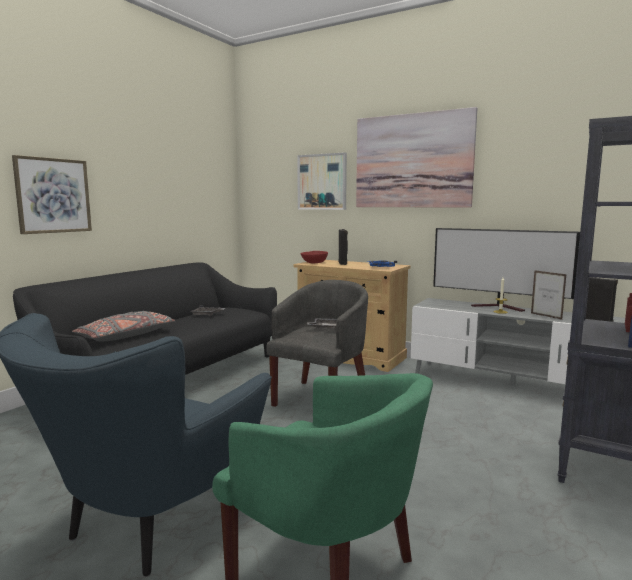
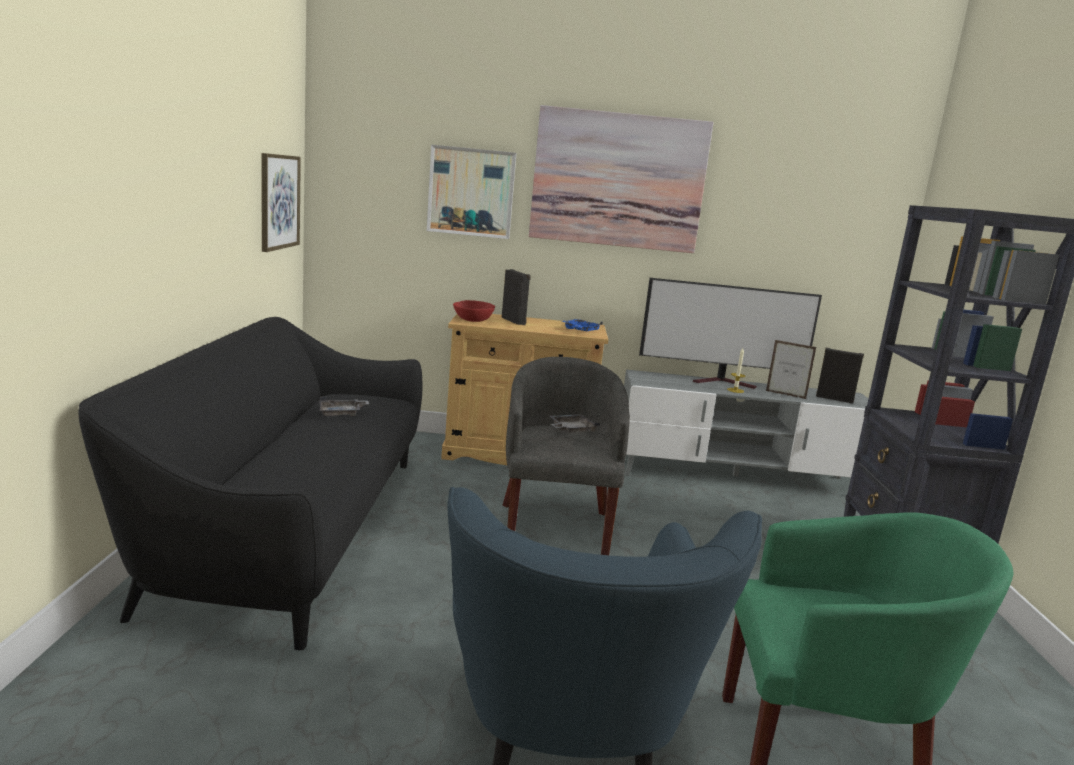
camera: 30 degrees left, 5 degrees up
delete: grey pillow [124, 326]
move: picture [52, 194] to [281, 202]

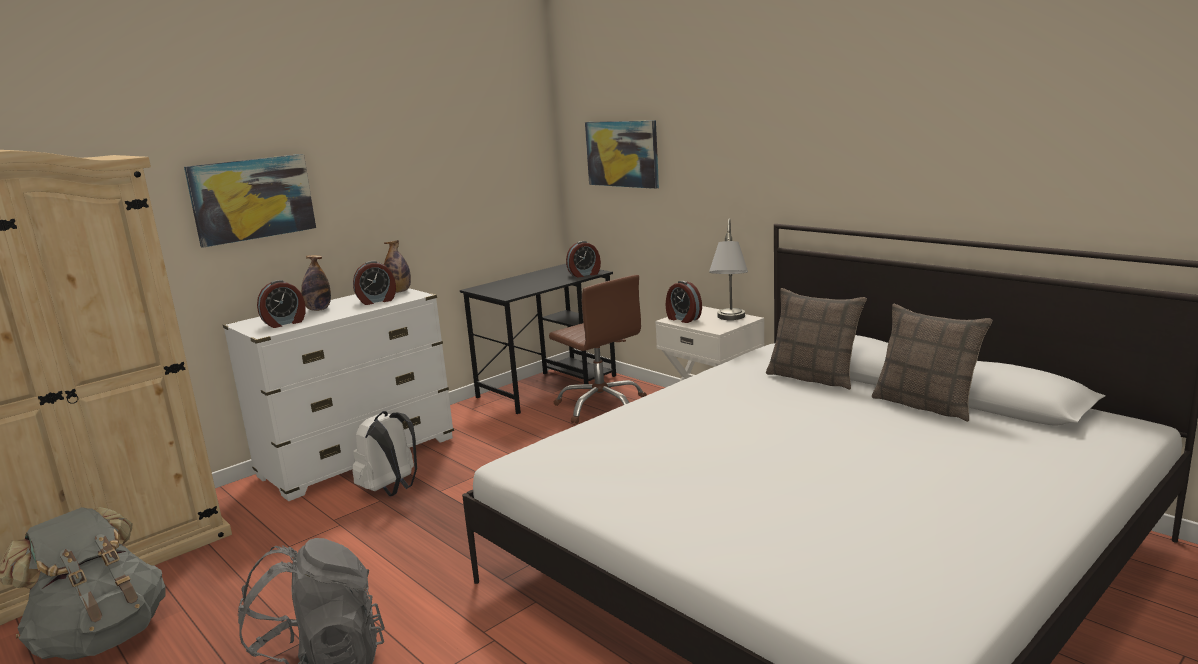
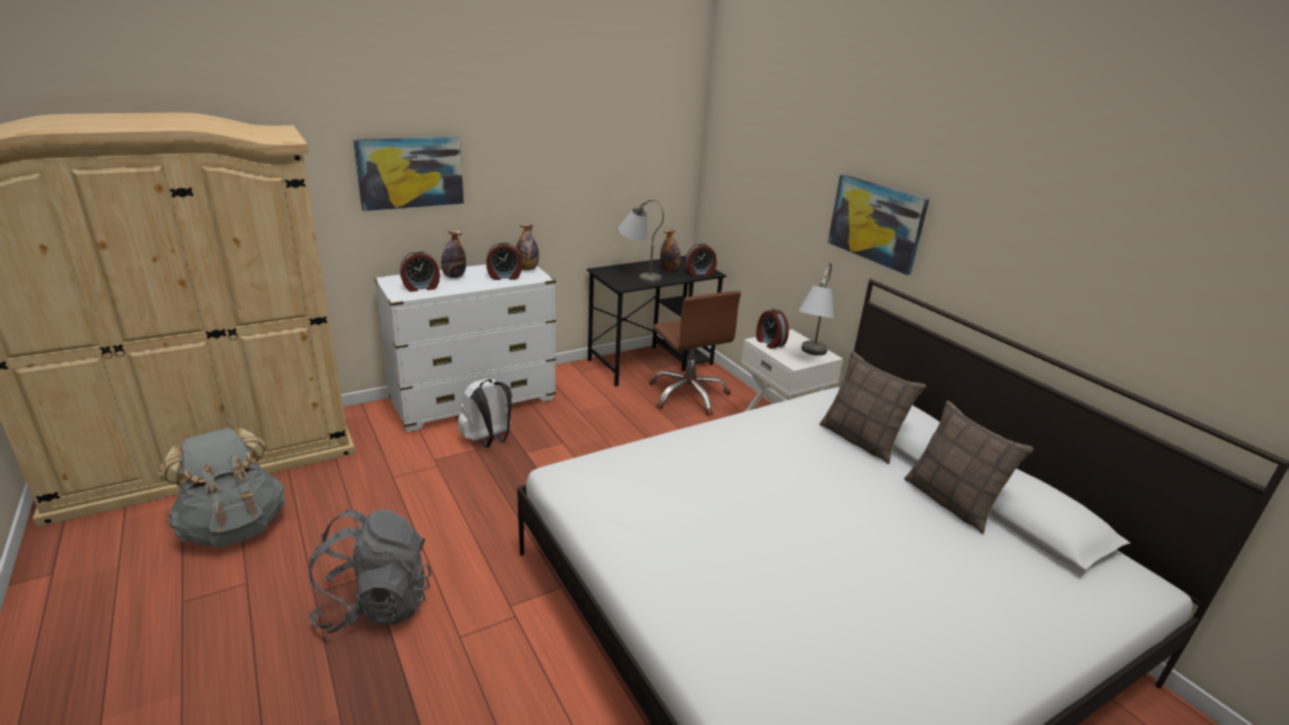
camera: 10 degrees right, 10 degrees up
insert: grey table lamp [641, 242]; bottle [670, 249]
move: picture [622, 154] to [878, 224]

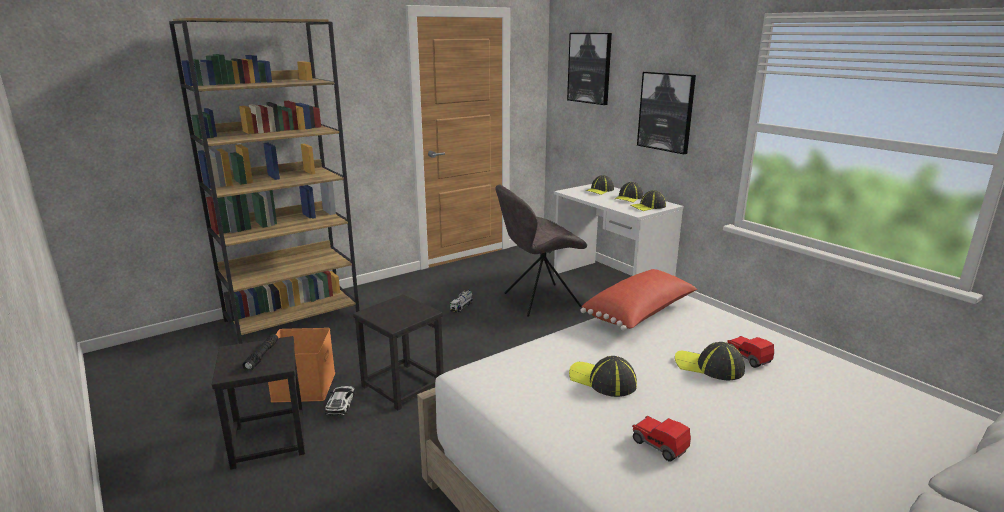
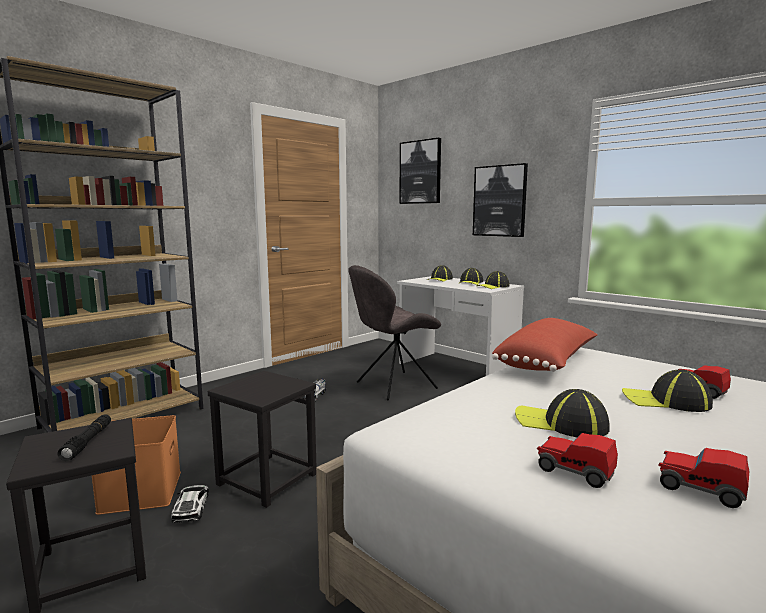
camera: 10 degrees left, 10 degrees down
insert: toy car [577, 460]

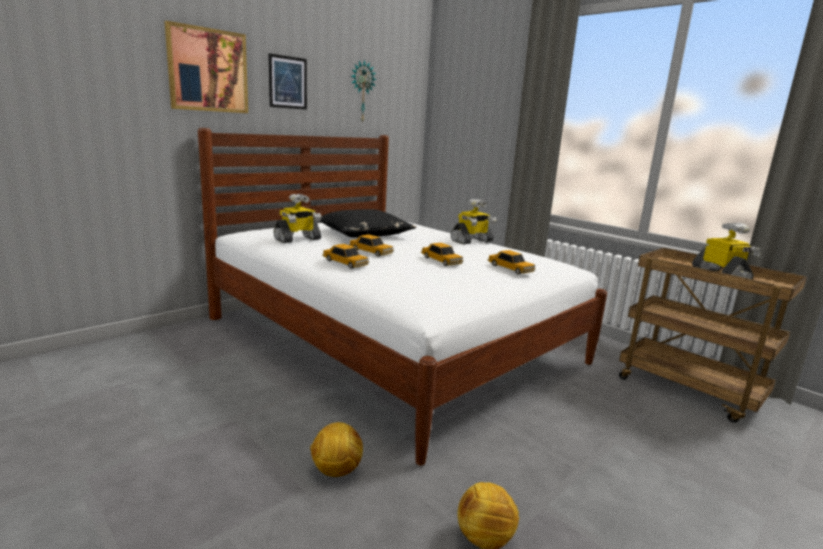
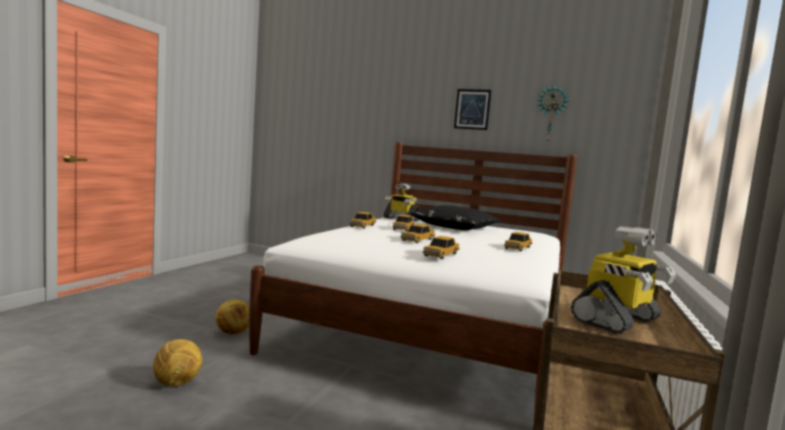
camera: 65 degrees right, 10 degrees down
delete: picture [206, 67]
replace: toy robot [473, 221] to toy car [518, 241]

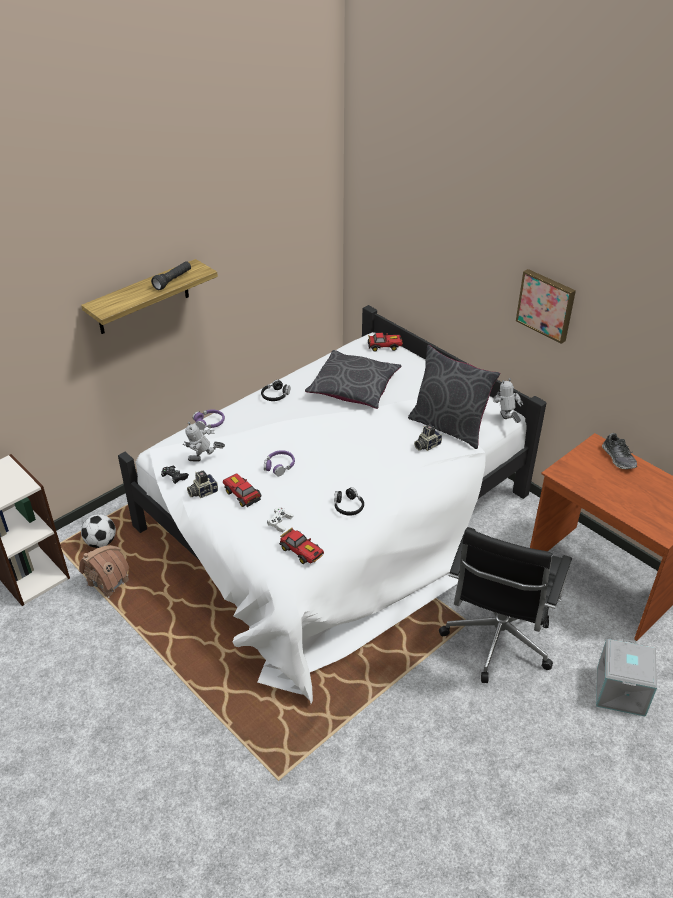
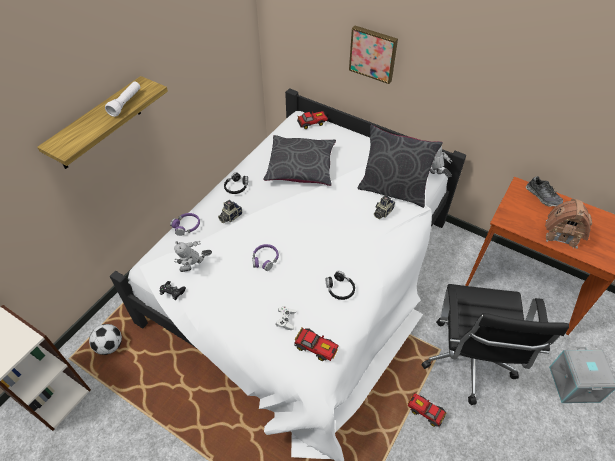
camera: 15 degrees left, 10 degrees up
move: toy house [104, 571] to [568, 224]; photo camera [202, 484] to [230, 211]; toy car [242, 490] to [427, 410]; picture [546, 306] to [373, 55]
recolor: black flashlight [171, 275] to white flashlight [123, 99]

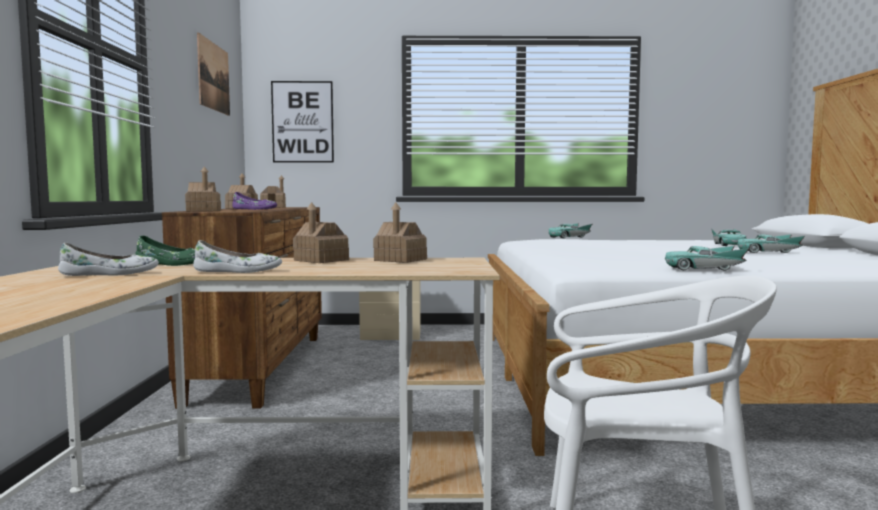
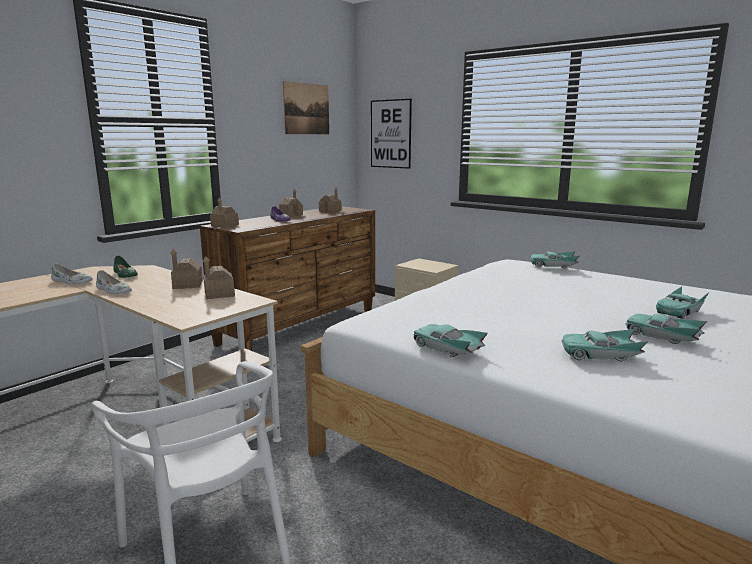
camera: 40 degrees right, 10 degrees up
insert: turquoise toy car [605, 345]

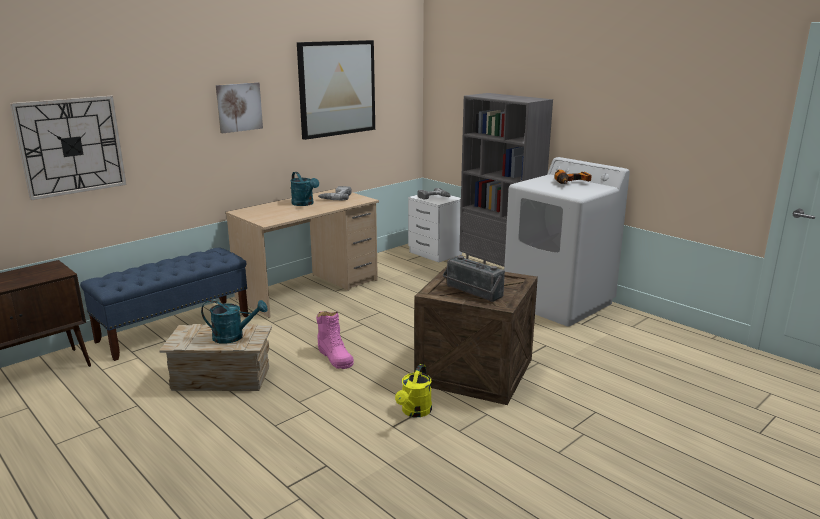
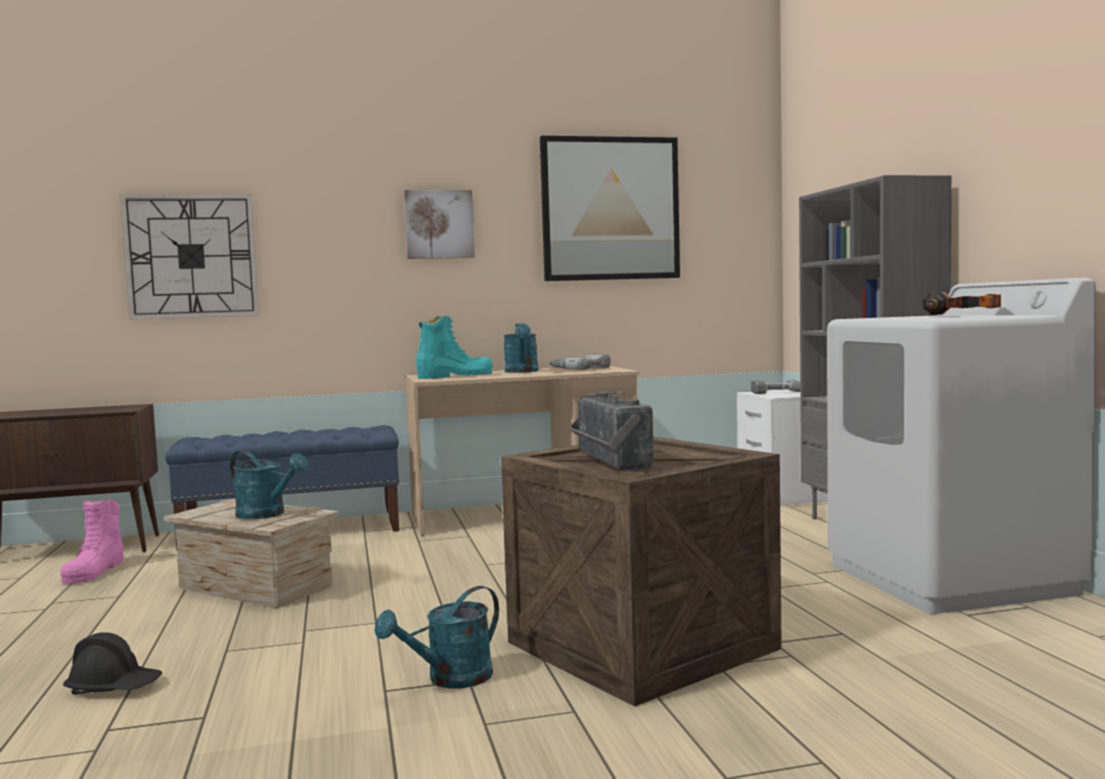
camera: 30 degrees right, 15 degrees down
insert: black hard hat [112, 663]; turquoise boot [454, 347]
move: pink boot [335, 340] to [92, 541]
recolor: yellow watering can [413, 390] to turquoise watering can [437, 637]

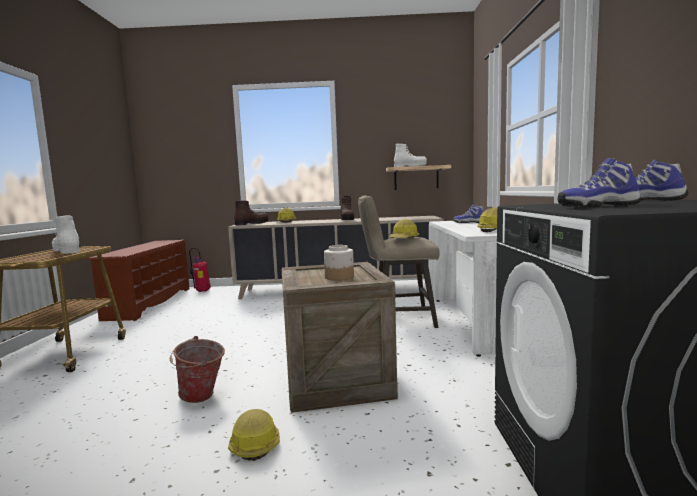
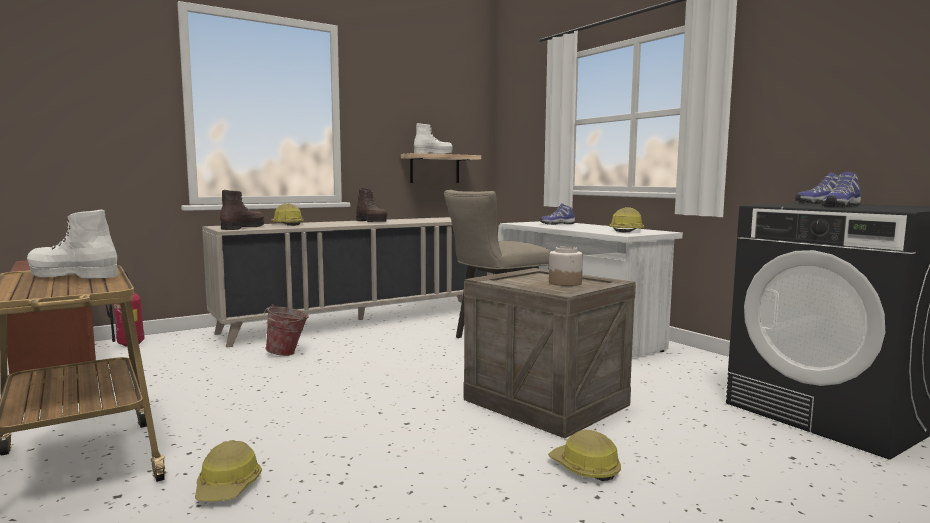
camera: 35 degrees left, 0 degrees up
move: bucket [197, 369] to [286, 330]; hard hat [404, 228] to [228, 470]

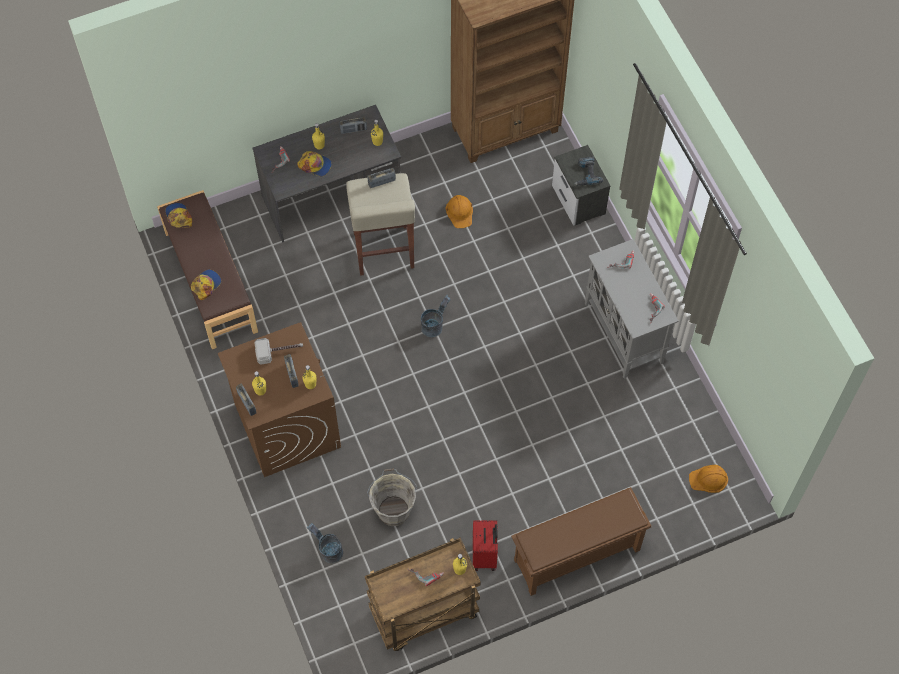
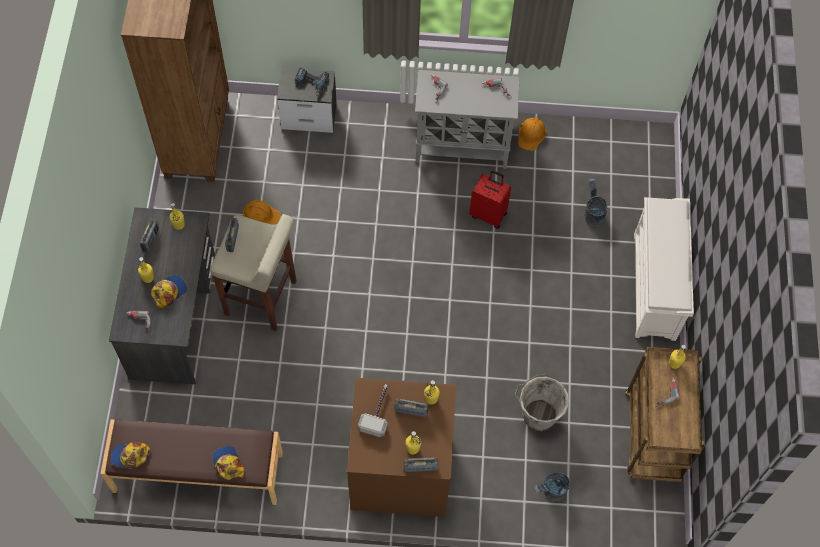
camera: 65 degrees left, 0 degrees up
move: grey bucket [436, 316] to [595, 202]; red suitcase [485, 545] to [490, 199]; orange hard hat [708, 479] to [532, 134]
recolor: brown shoe rack [581, 541] to white shoe rack [664, 269]

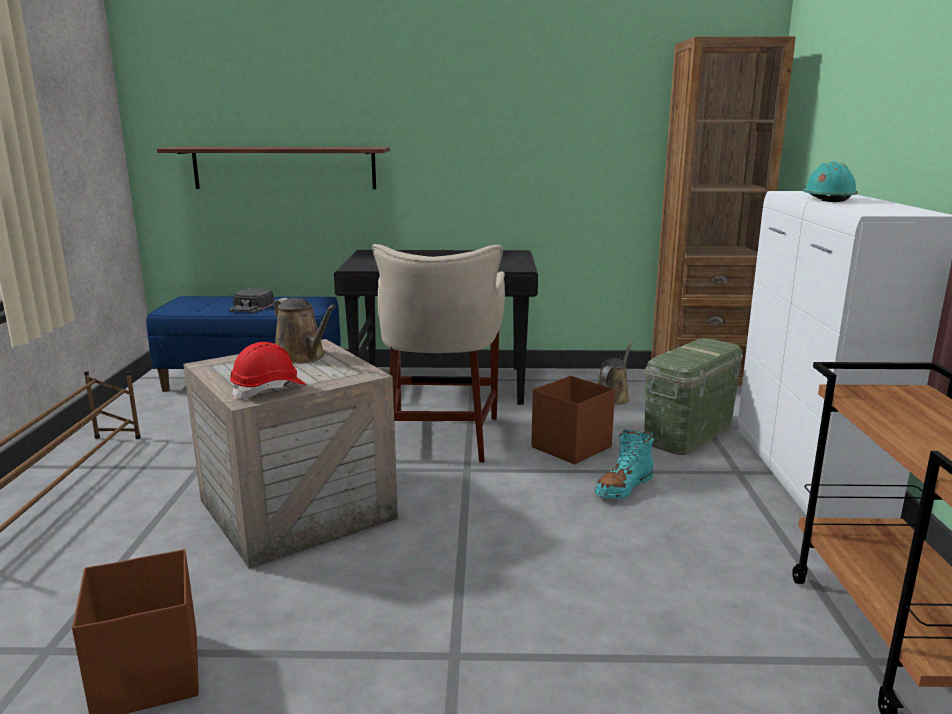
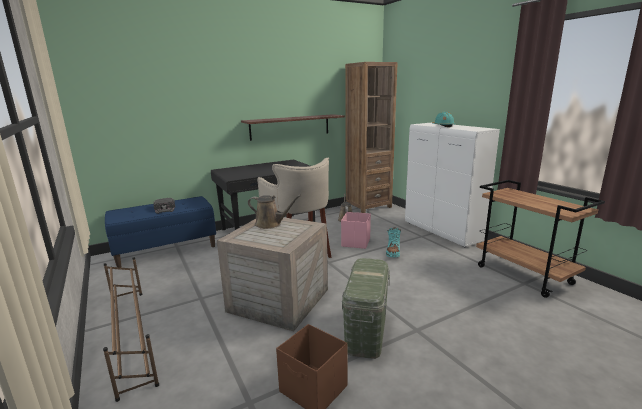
camera: 30 degrees left, 0 degrees up
delete: red hard hat [268, 370]
move: shelf [273, 168] to [293, 127]; green storage box [693, 396] to [366, 308]
recolor: brown storage box [573, 420] to pink storage box [356, 230]

